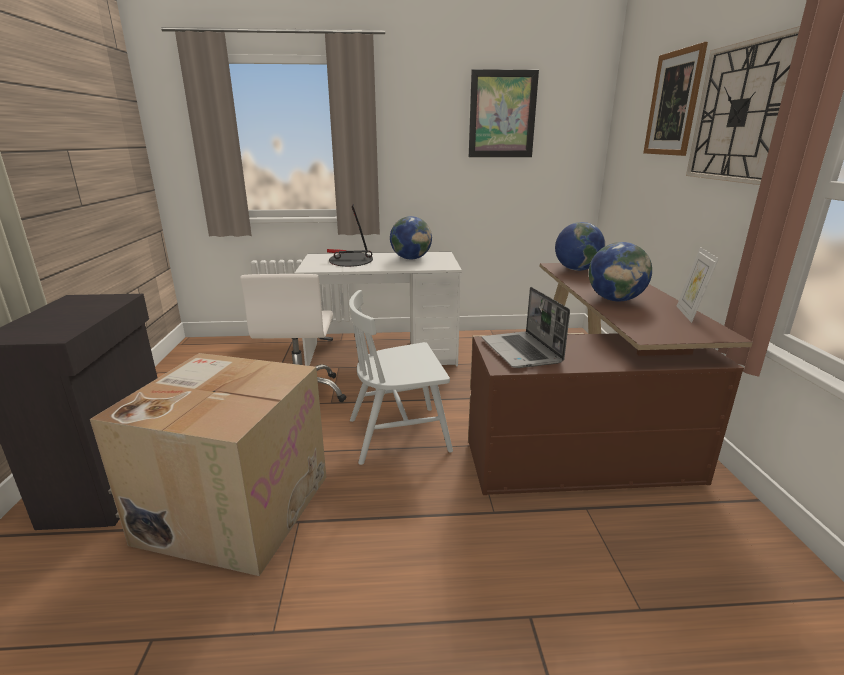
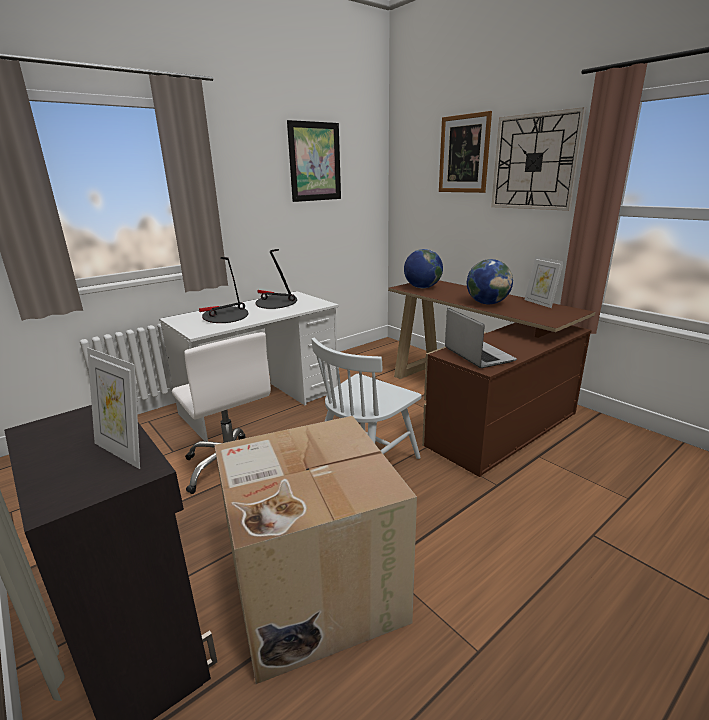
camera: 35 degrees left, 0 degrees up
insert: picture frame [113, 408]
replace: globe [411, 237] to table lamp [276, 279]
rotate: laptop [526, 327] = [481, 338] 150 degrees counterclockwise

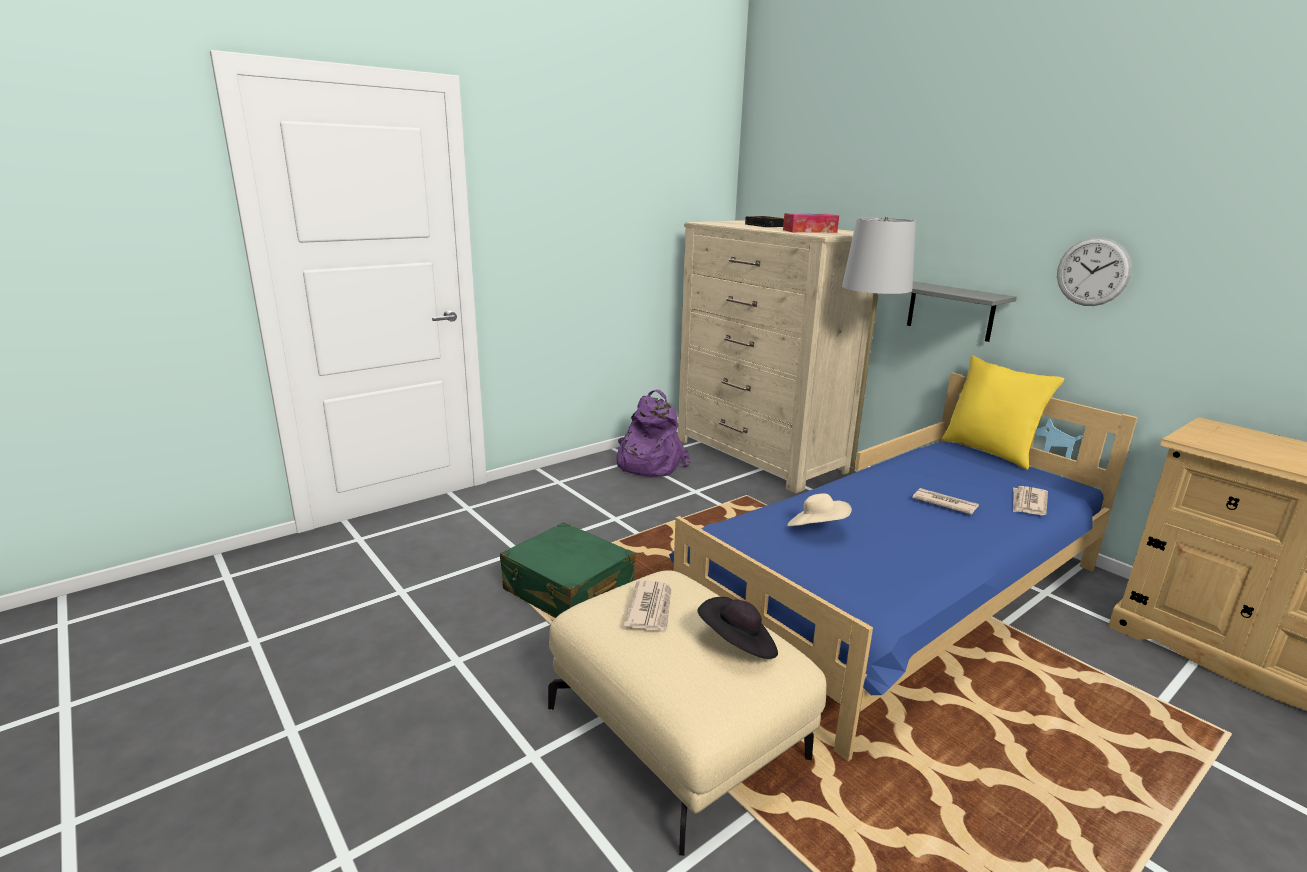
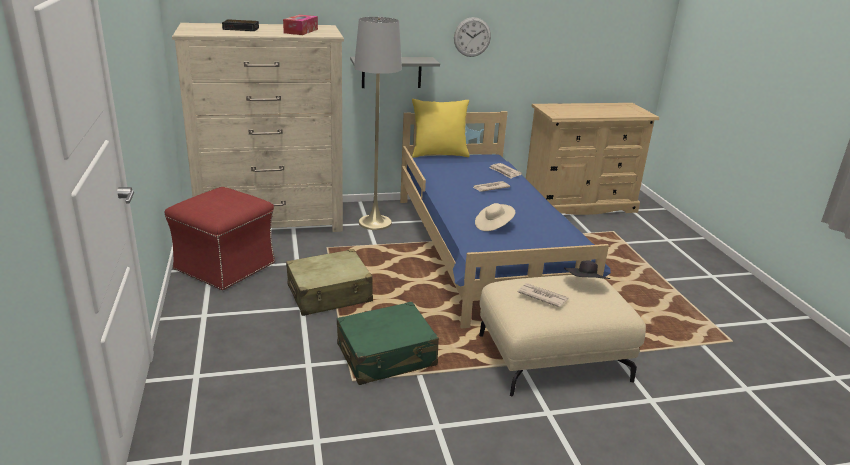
camera: 65 degrees left, 5 degrees up
insert: beige suitcase [329, 282]
replace: purple backpack [653, 433] to red ottoman [220, 238]

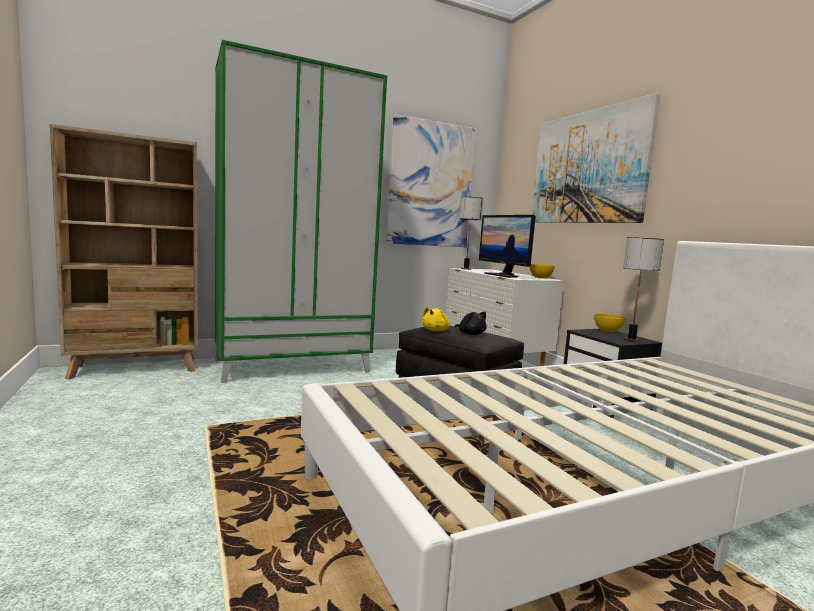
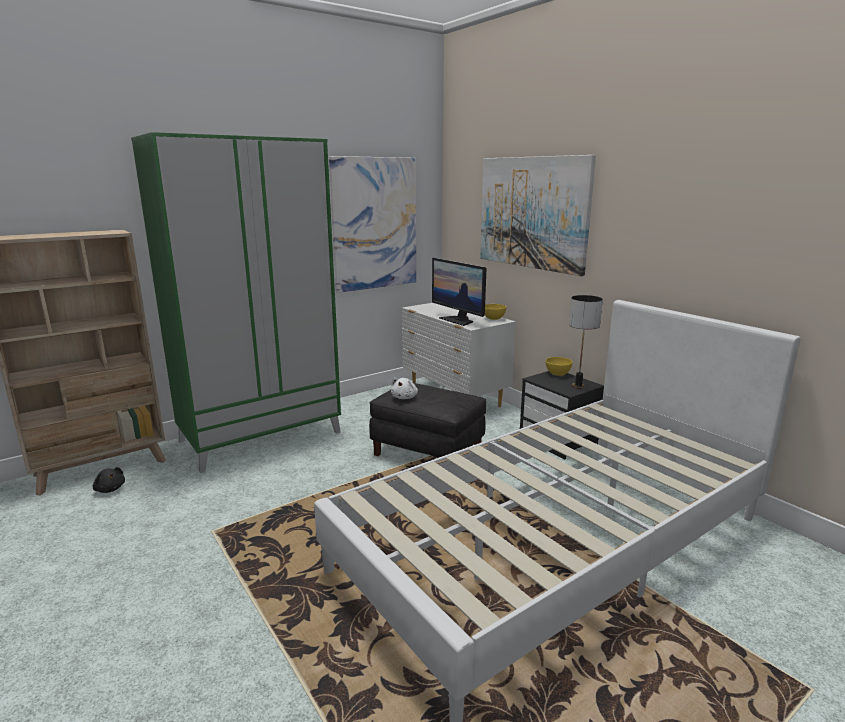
camera: 10 degrees left, 10 degrees up
delete: table lamp [471, 233]
move: black plush toy [470, 323] to [109, 480]
recolor: yellow plush toy [436, 319] to white plush toy [404, 388]

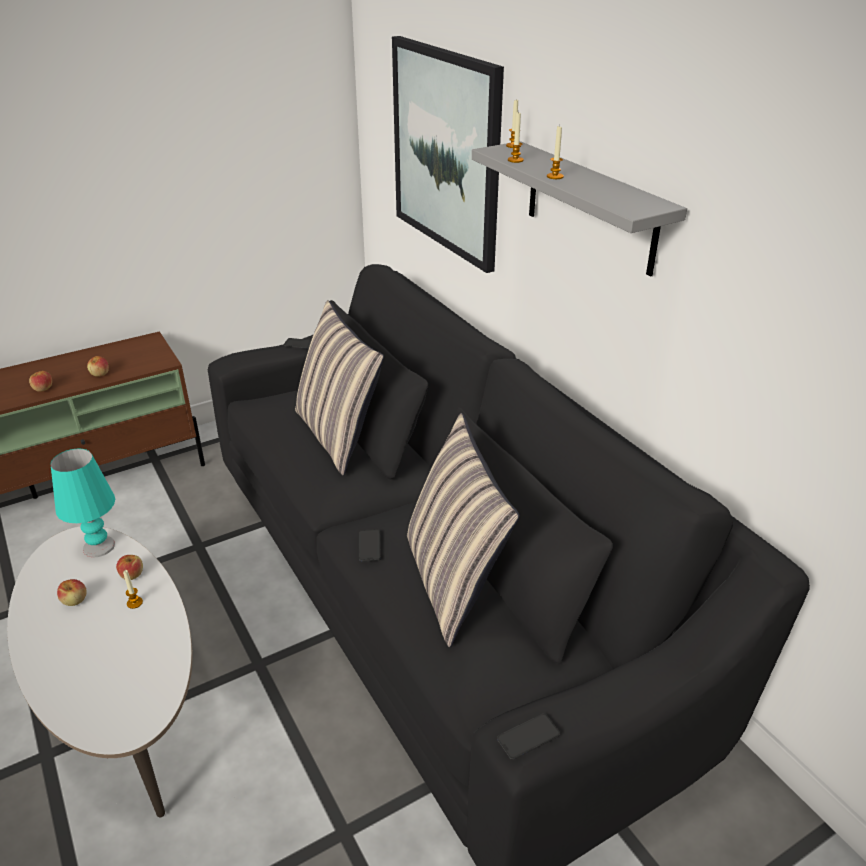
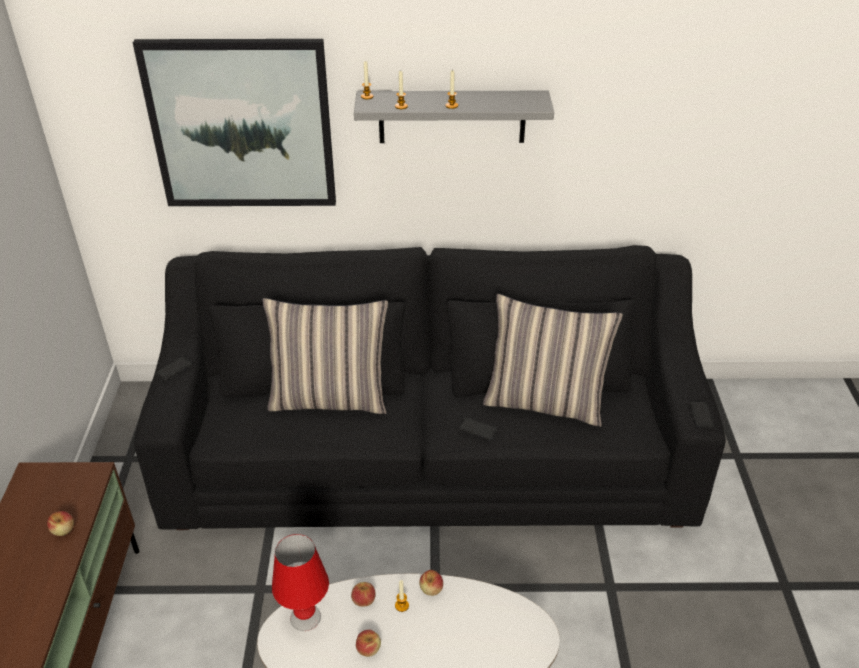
camera: 60 degrees left, 5 degrees up
move: apple [40, 381] to [431, 583]
recolor: turquoise table lamp [82, 503] to red table lamp [300, 582]

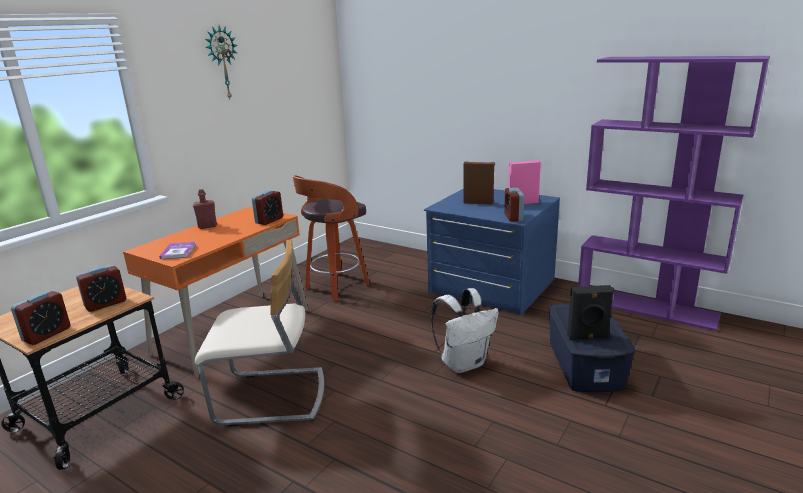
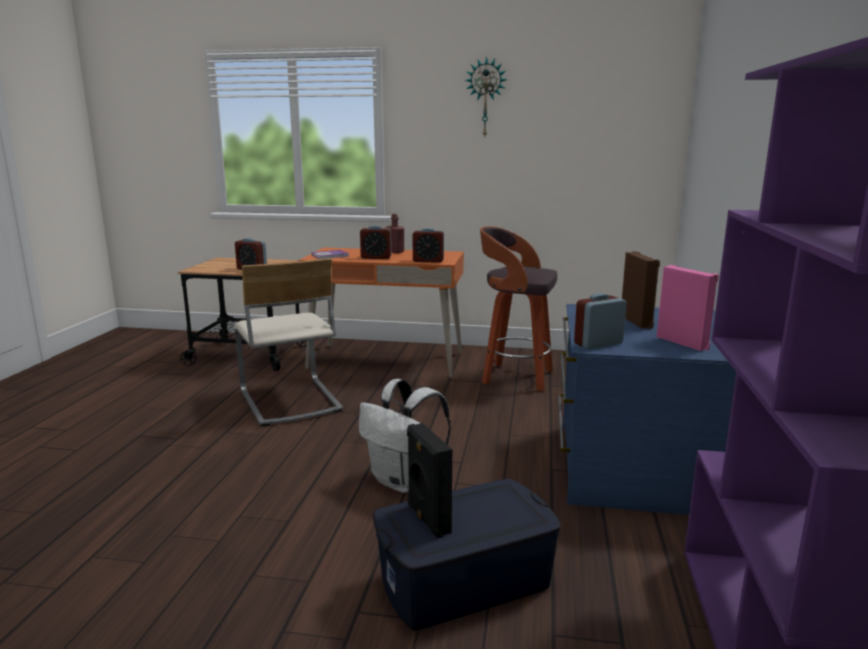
camera: 65 degrees right, 5 degrees down
move: alarm clock [40, 317] to [375, 242]

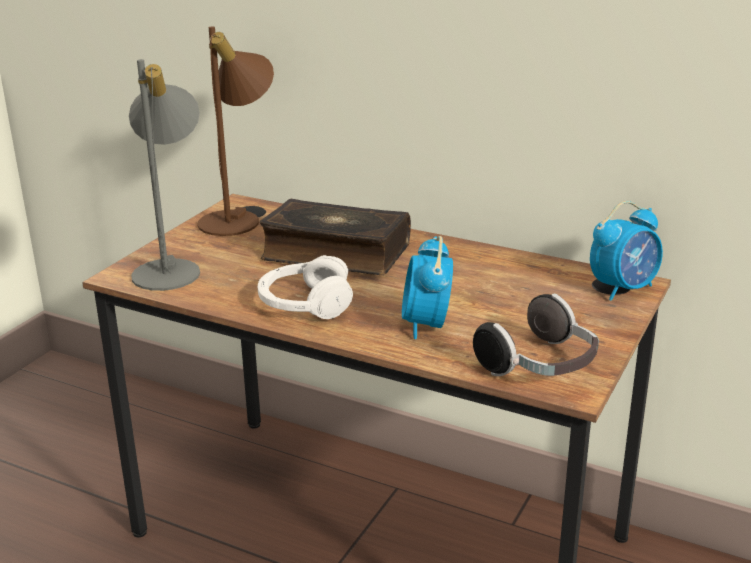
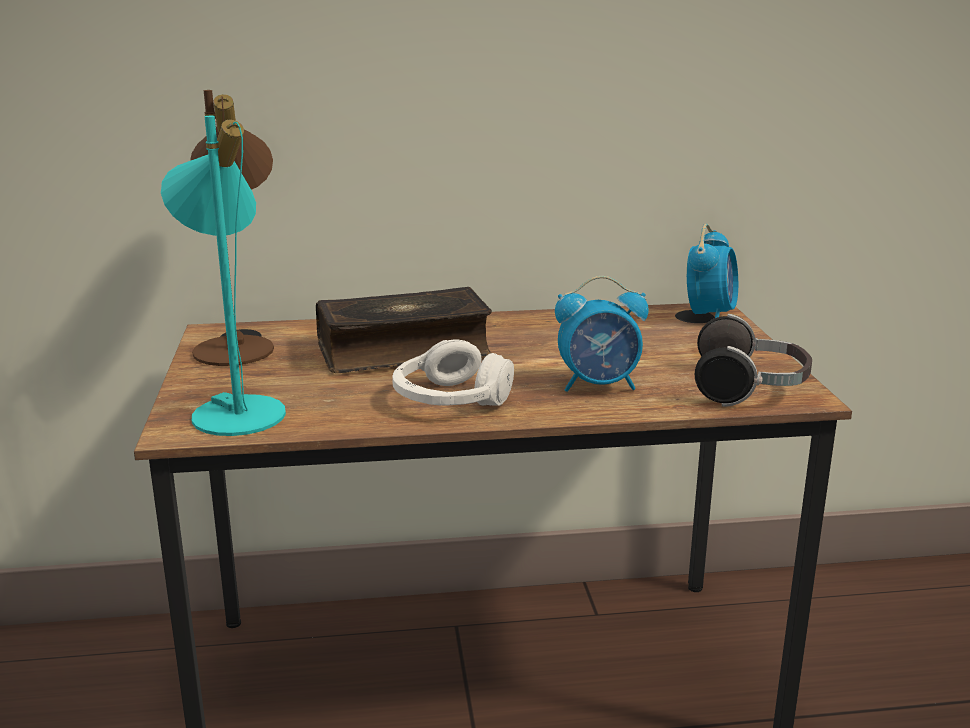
camera: 35 degrees left, 5 degrees down
recolor: grey table lamp [164, 175] to turquoise table lamp [223, 276]
rotate: alarm clock [427, 287] = [602, 334] 60 degrees counterclockwise

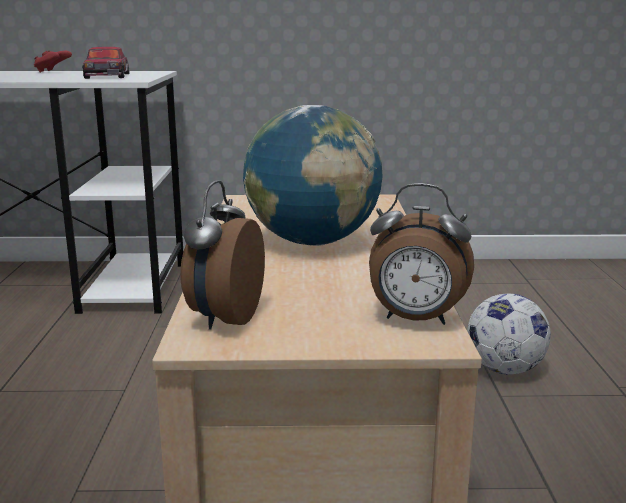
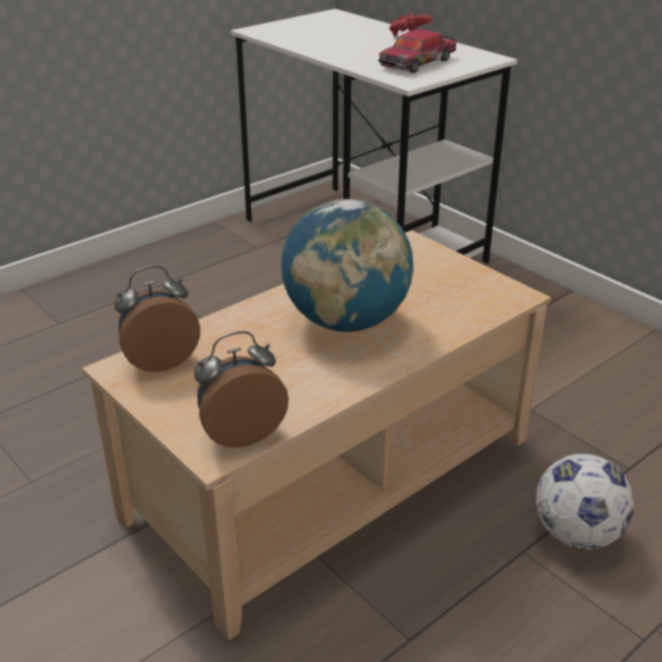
camera: 50 degrees right, 15 degrees up
rotate: alarm clock [421, 254] = [241, 389] 90 degrees clockwise

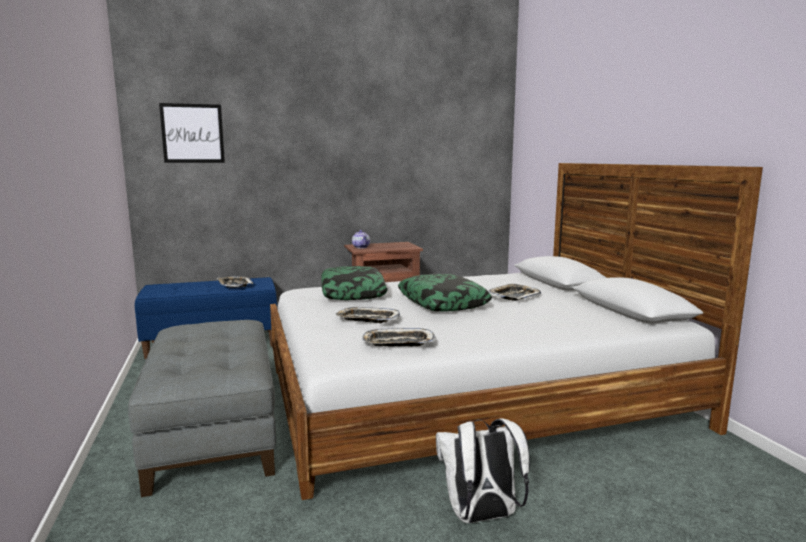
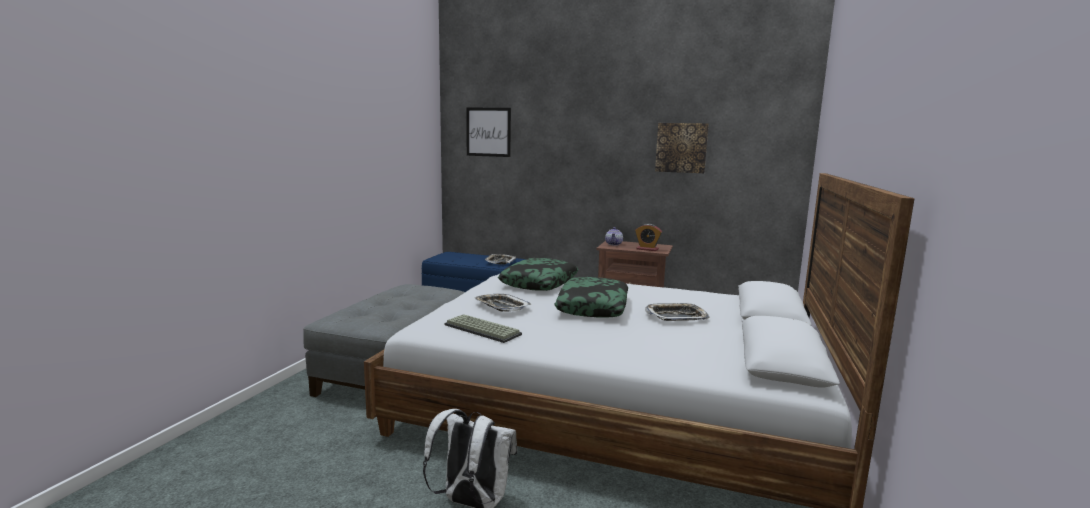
camera: 35 degrees right, 0 degrees up
insert: alarm clock [648, 237]; picture [682, 148]
replace: tray [398, 337] to keyboard [483, 328]

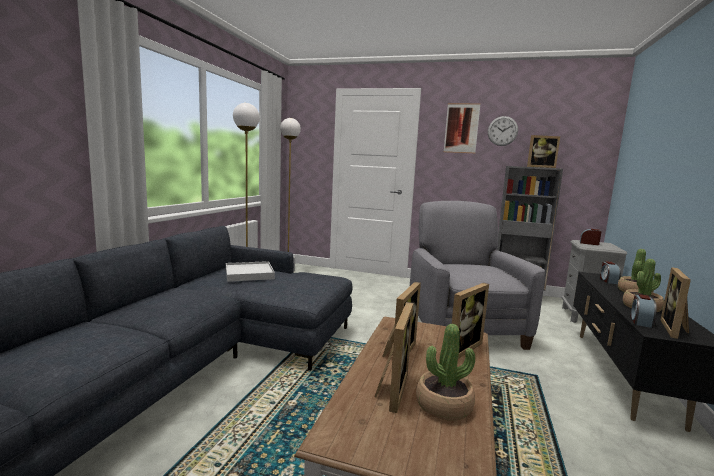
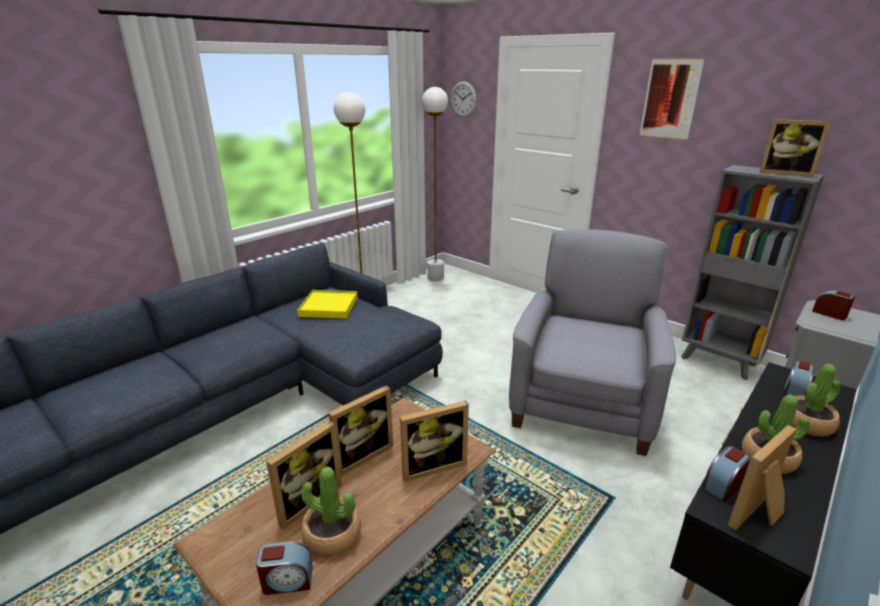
camera: 25 degrees right, 15 degrees up
insert: alarm clock [284, 568]
move: wall clock [503, 131] to [464, 99]
recolor: white tray [250, 271] to yellow tray [327, 304]

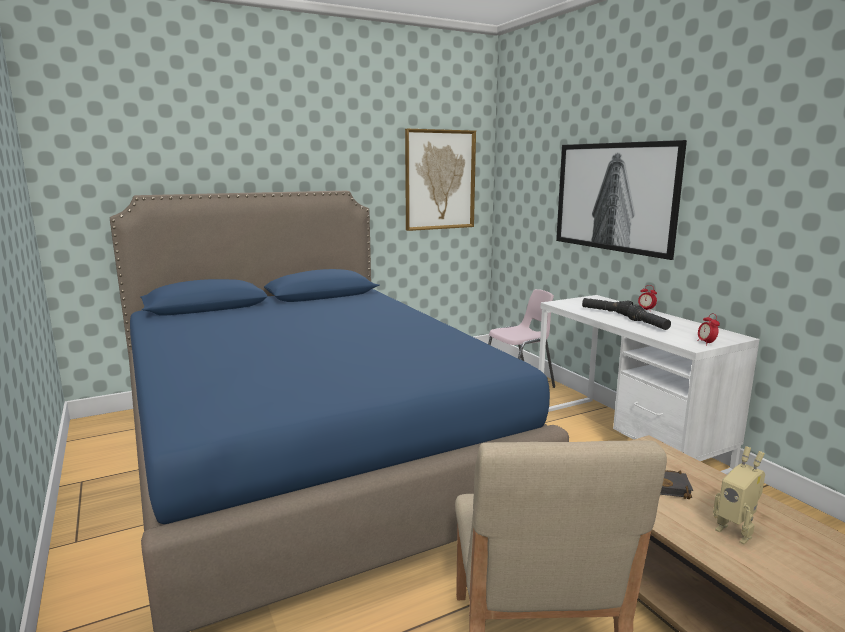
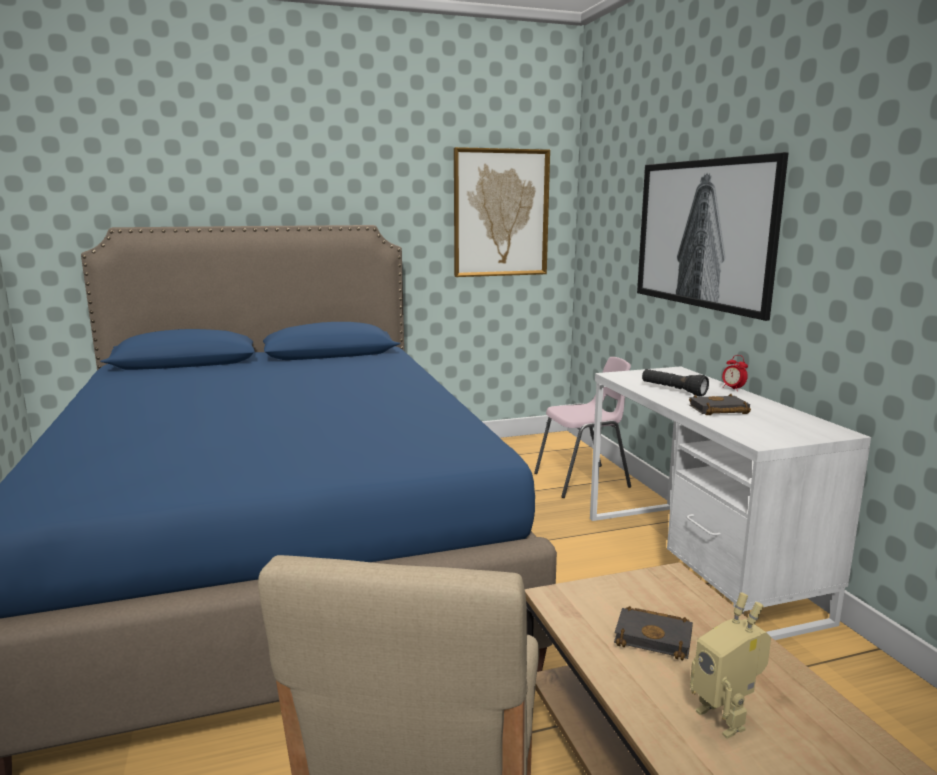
camera: 10 degrees right, 0 degrees up
delete: alarm clock [708, 329]
replace: black flashlight [649, 317] to black book [720, 404]

